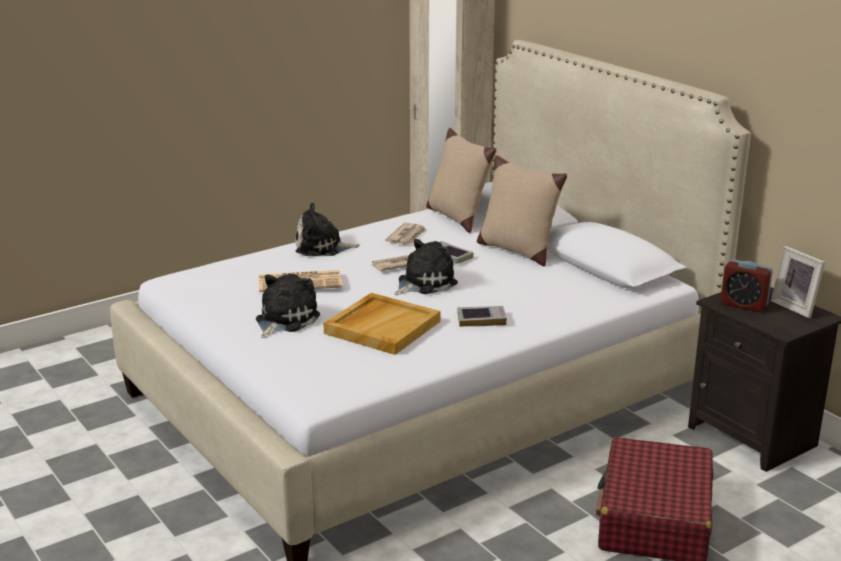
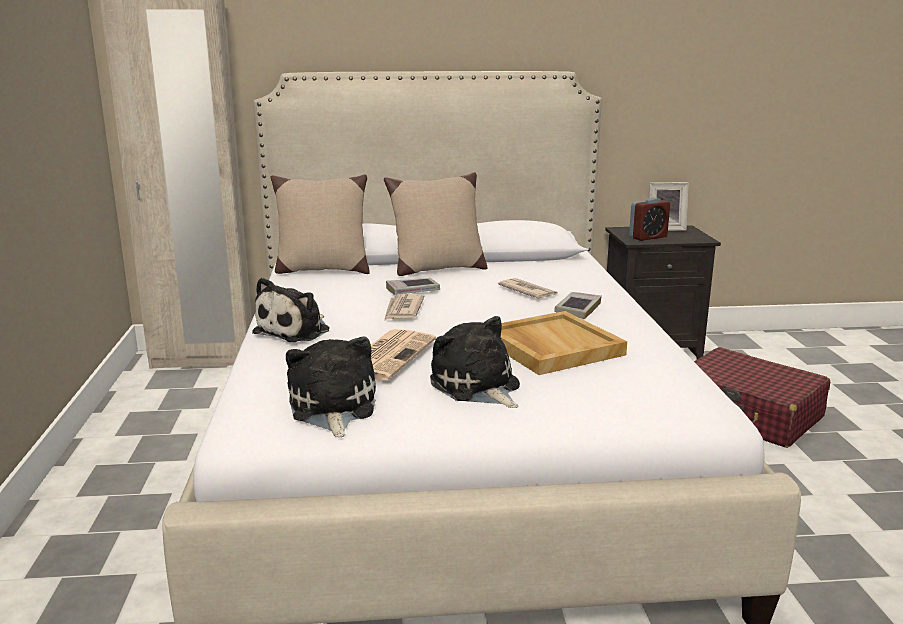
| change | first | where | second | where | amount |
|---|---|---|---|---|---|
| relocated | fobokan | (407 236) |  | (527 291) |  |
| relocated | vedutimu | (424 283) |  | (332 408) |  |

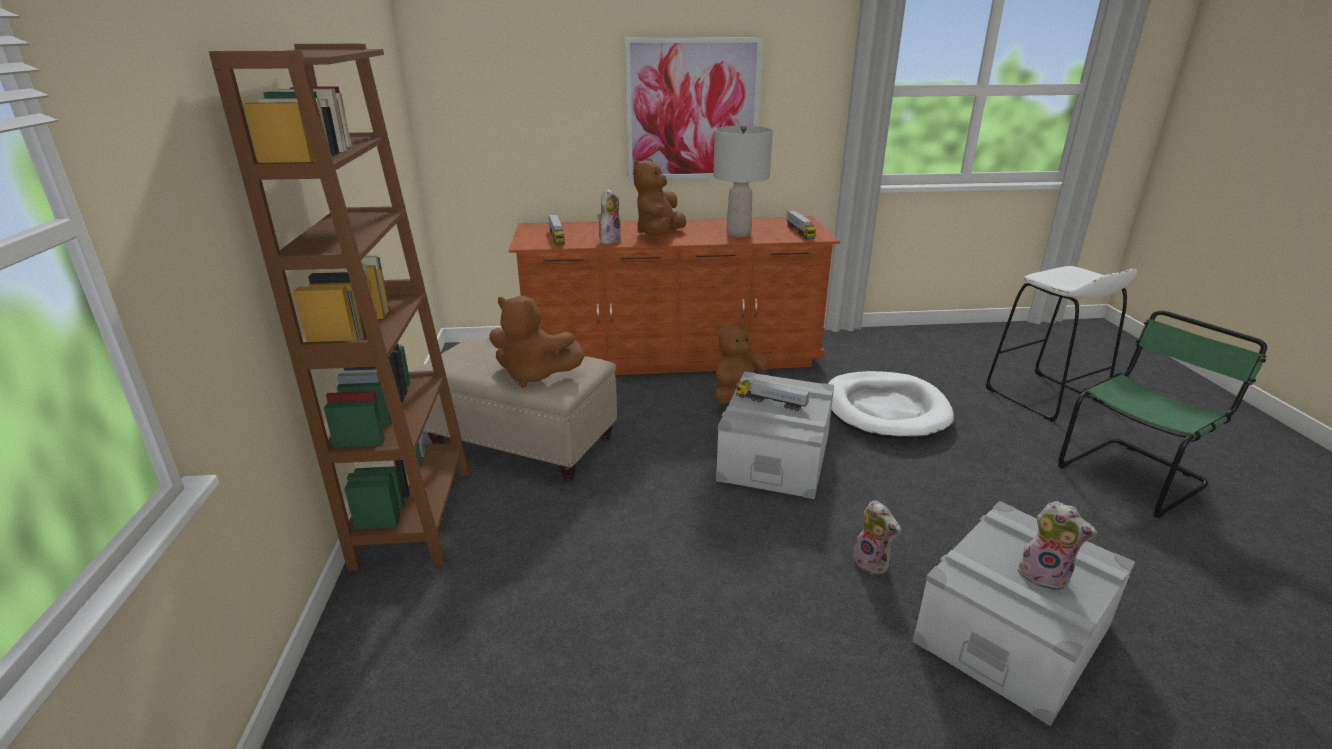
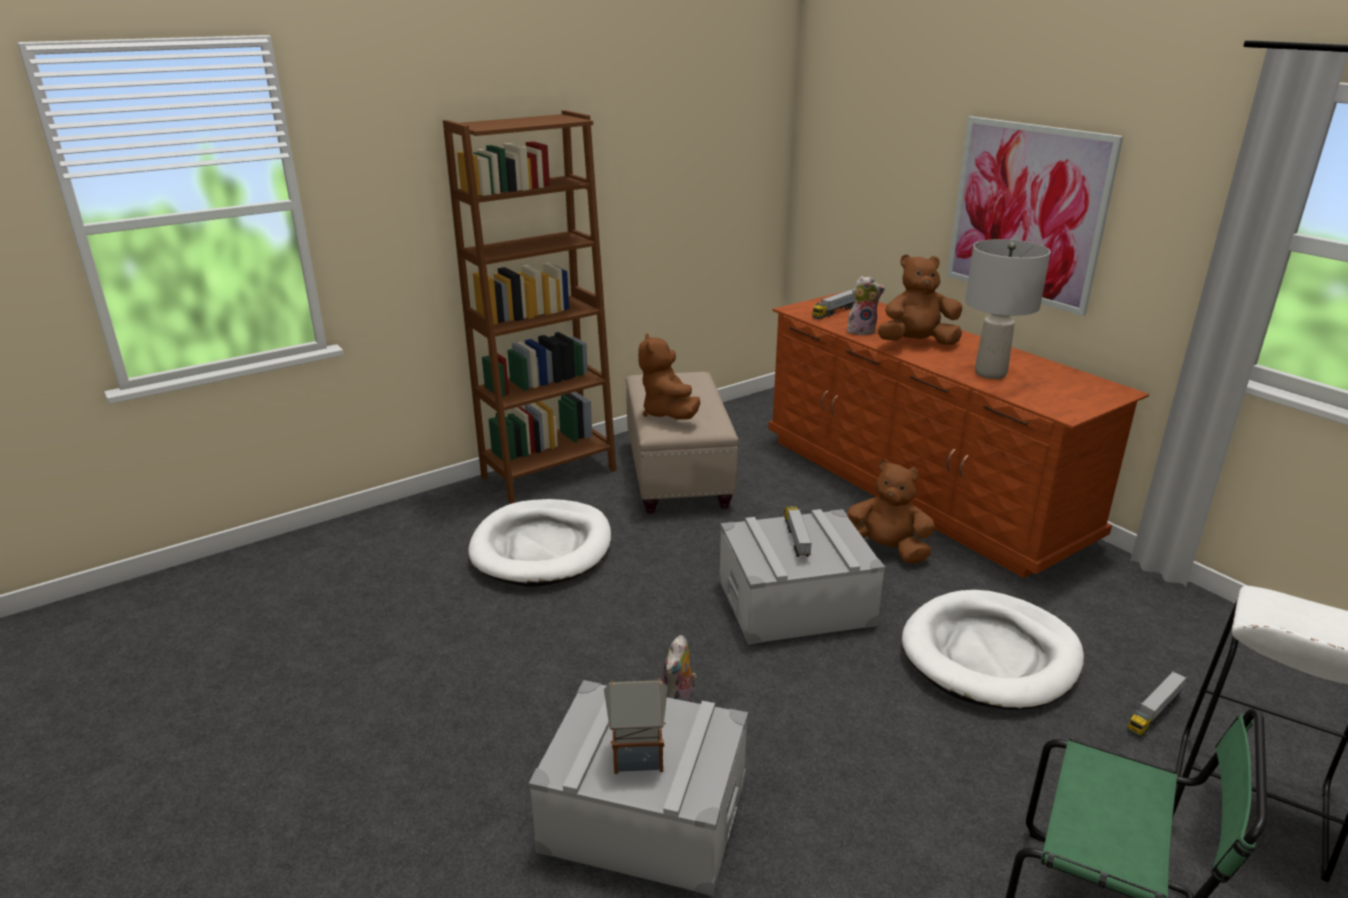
| change | first | where | second | where | amount |
|---|---|---|---|---|---|
| relocated | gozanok | (799 232) |  | (1153 713) |  |
| exchanged | vedutimu | (1044 575) | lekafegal | (636 754) |  |
| appeared |  |  | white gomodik | (542 548) |  |

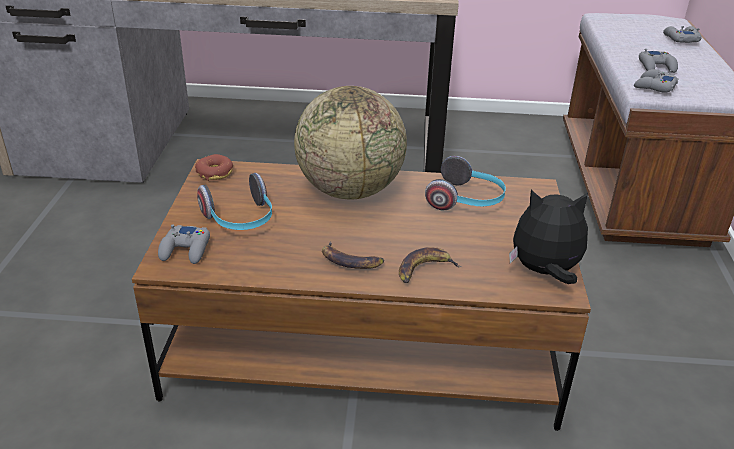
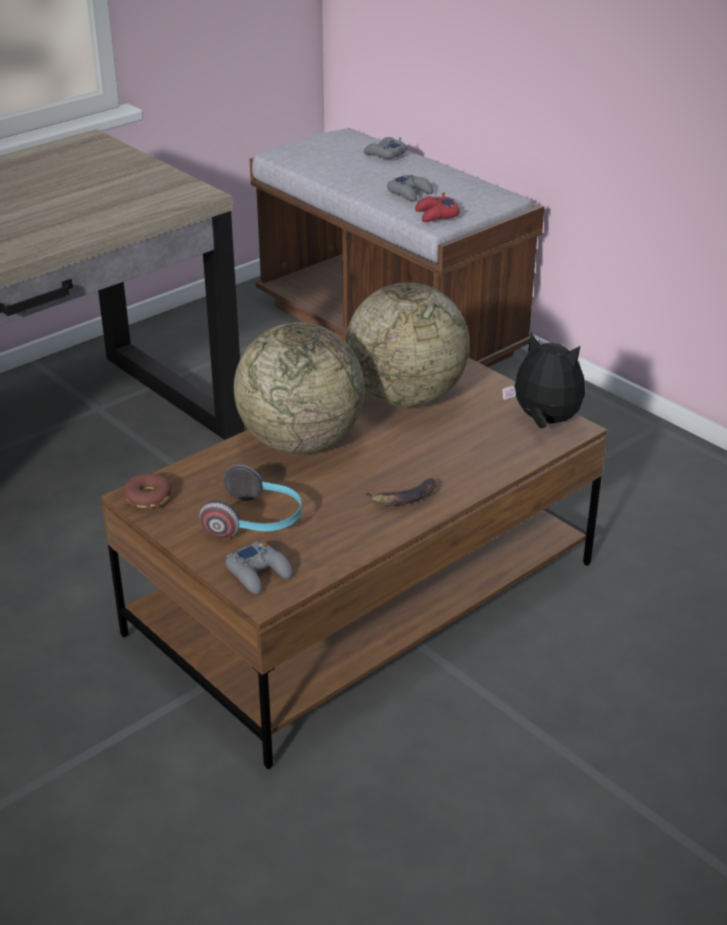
| change | first | where | second | where | amount |
|---|---|---|---|---|---|
| colour | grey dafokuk | (654 87) | red dafokuk | (436 215) |  |
| exchanged | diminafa | (466 200) | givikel | (406 397) |  |
| spun | vedutimu | (544 272) |  | (544 421) | 75 degrees clockwise |
| missing | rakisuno | (424 269) |  |  |  |

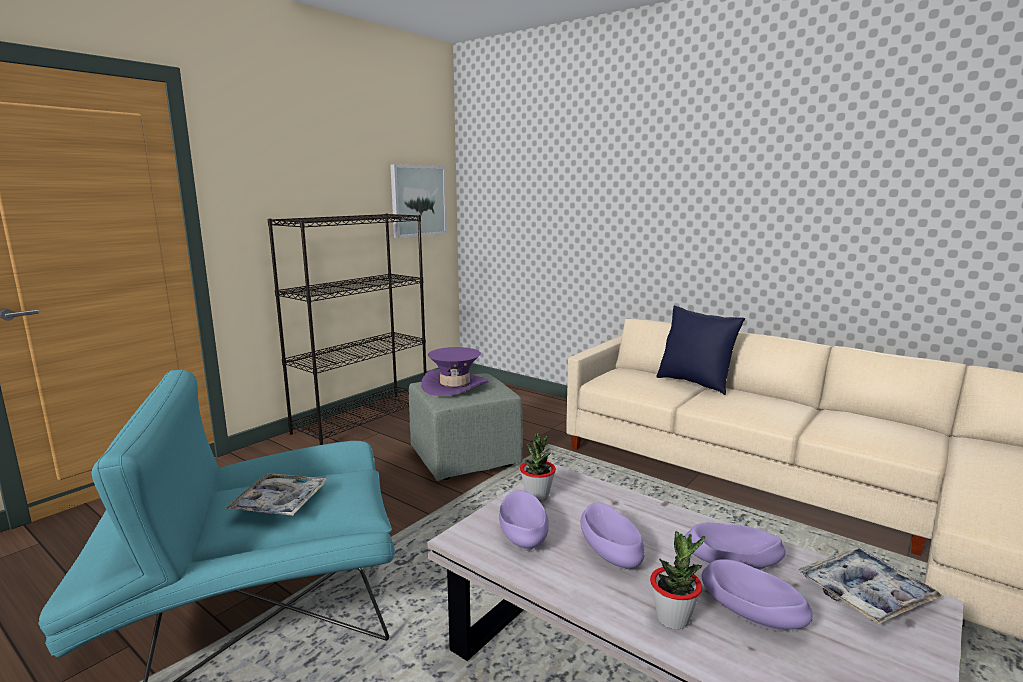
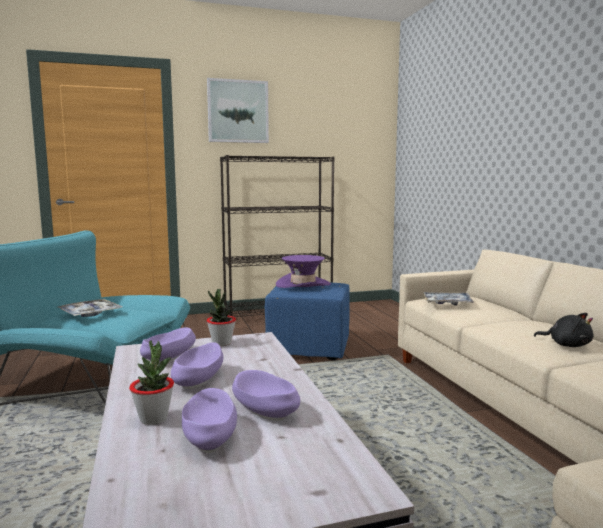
| change | first | where | second | where | amount |
|---|---|---|---|---|---|
| relocated | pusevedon | (418 201) |  | (238 111) |  |
| missing | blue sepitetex | (695 383) |  |  |  |
| colour | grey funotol | (466 458) | blue funotol | (310 348) |  |
| relocated | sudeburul | (865 594) |  | (447 303) |  |
| appeared |  |  | black vedutimu | (567 345) |  |

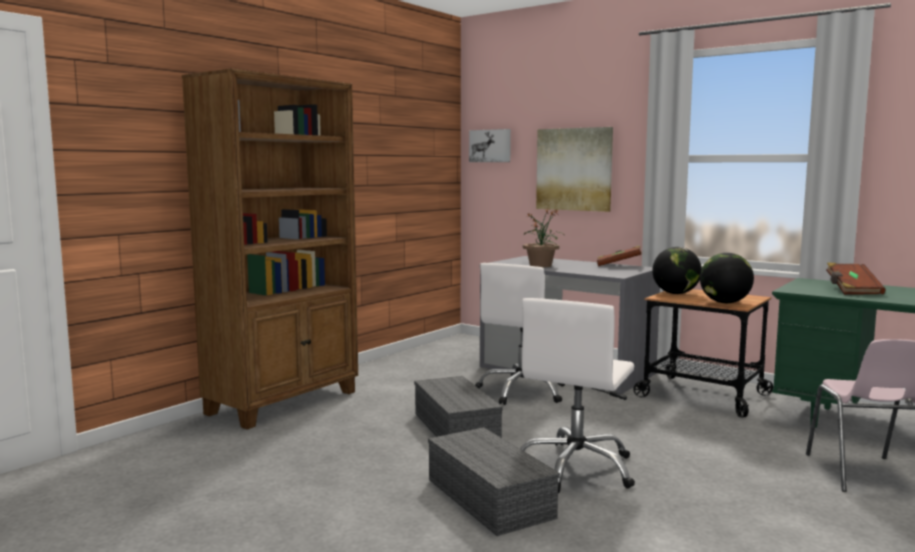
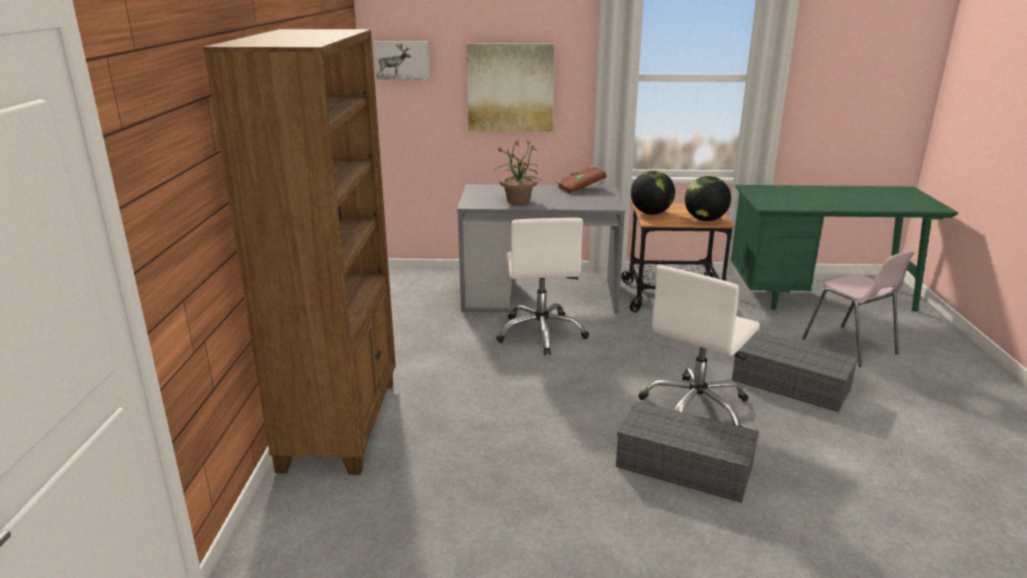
| change | first | where | second | where | amount |
|---|---|---|---|---|---|
| missing | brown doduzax | (852 290) |  |  |  |
| spun | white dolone | (576 468) |  | (696 408) | 45 degrees clockwise |
| relocated | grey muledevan | (457 428) |  | (792 384) |  |

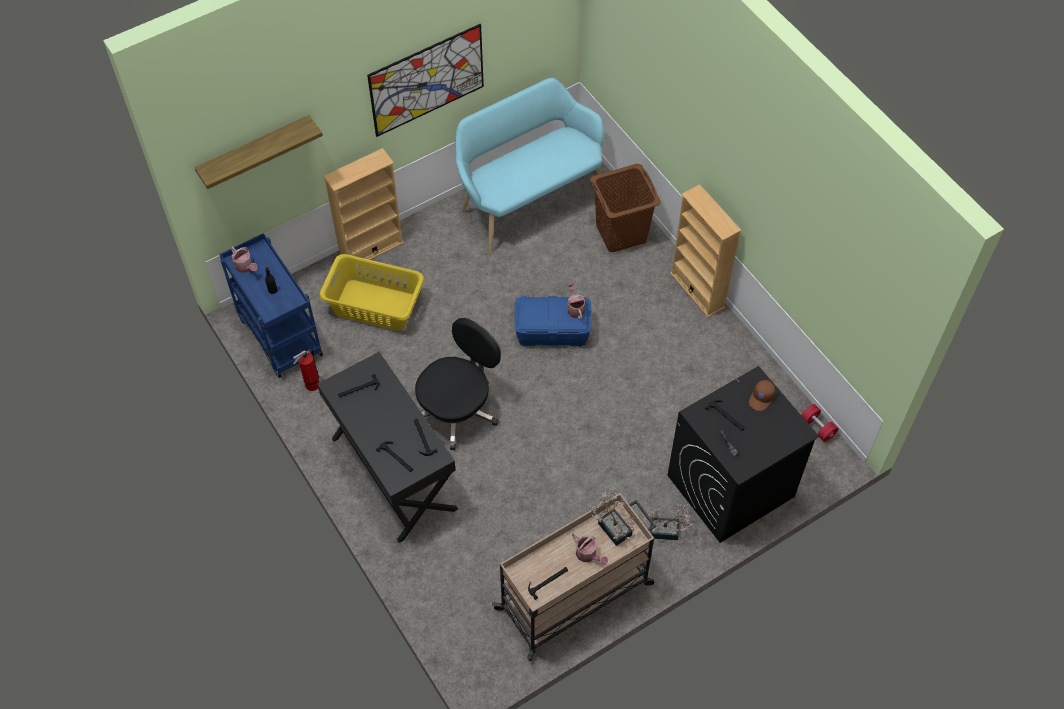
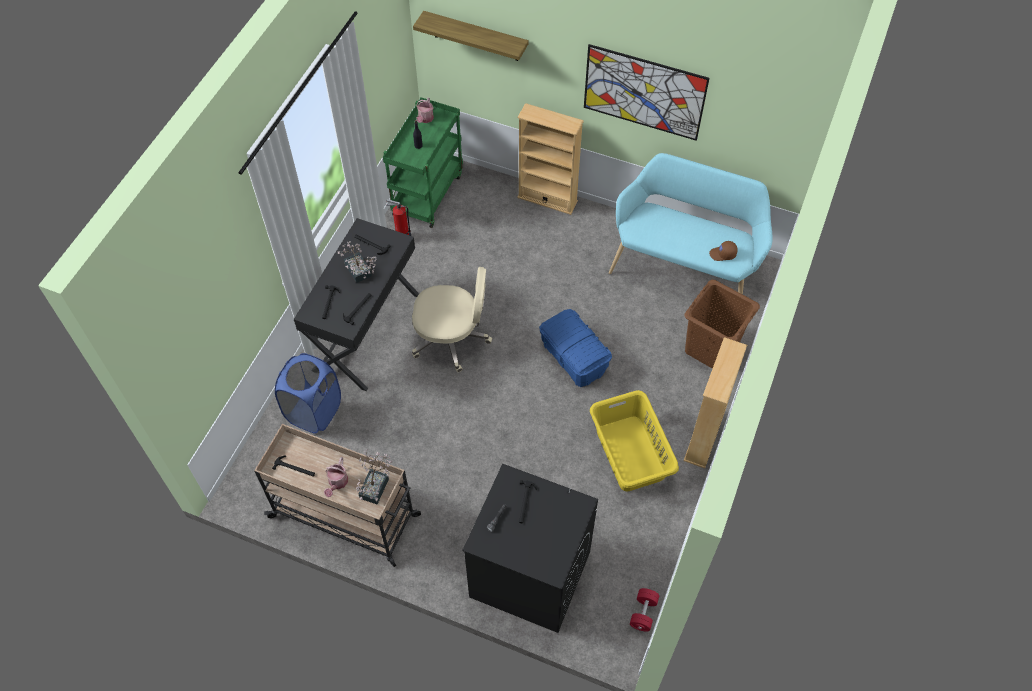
| change | first | where | second | where | amount |
|---|---|---|---|---|---|
| colour | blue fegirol | (279 336) | green fegirol | (427 193) |  |
| relocated | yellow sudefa | (375 306) |  | (630 454) |  |
| missing | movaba | (575 308) |  |  |  |
| colour | black dolone | (458 410) | beige dolone | (452 338) |  |
| relocated | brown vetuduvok | (761 398) |  | (723 254) |  |
| relocated | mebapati | (668 531) |  | (359 273) |  |
| appeared |  |  | blue sudefa | (314 411) |  |

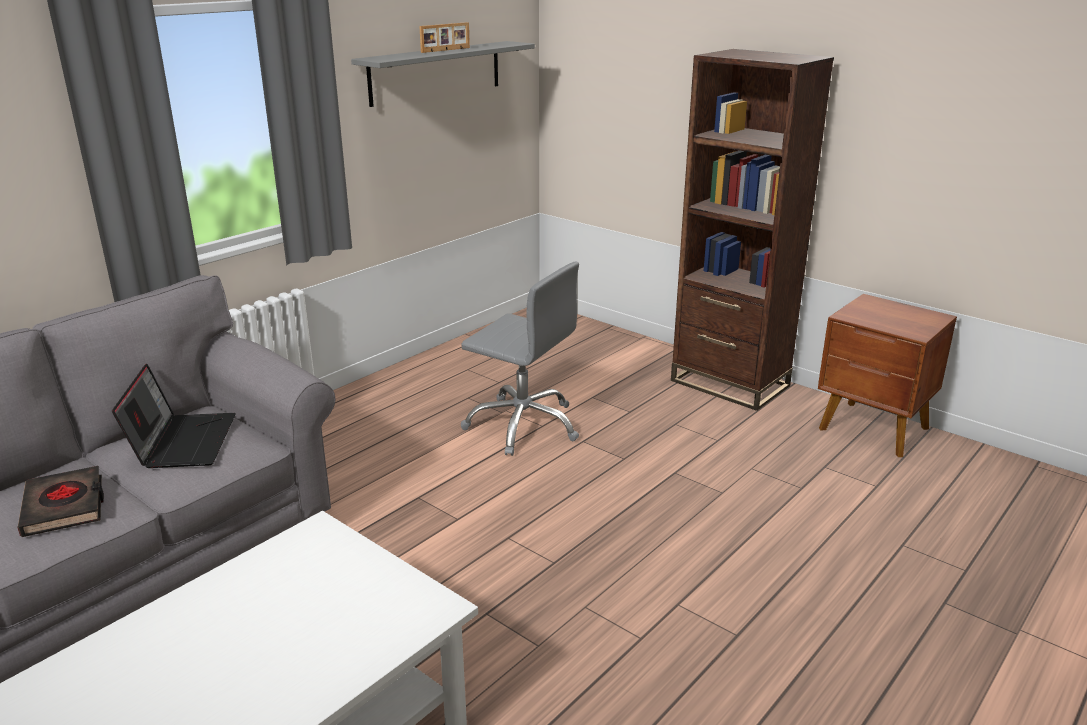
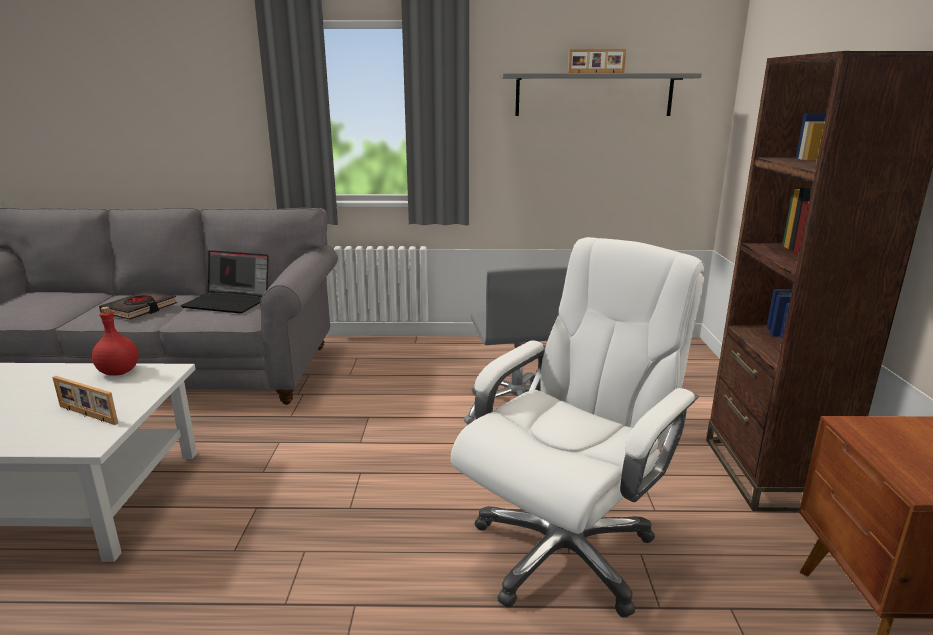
| change | first | where | second | where | amount |
|---|---|---|---|---|---|
| spun | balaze | (183 441) |  | (229 302) | 60 degrees clockwise |
| appeared |  |  | white dolone | (564 549) |  |
| appeared |  |  | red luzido | (118 372) |  |
| appeared |  |  | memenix | (87 415) |  |

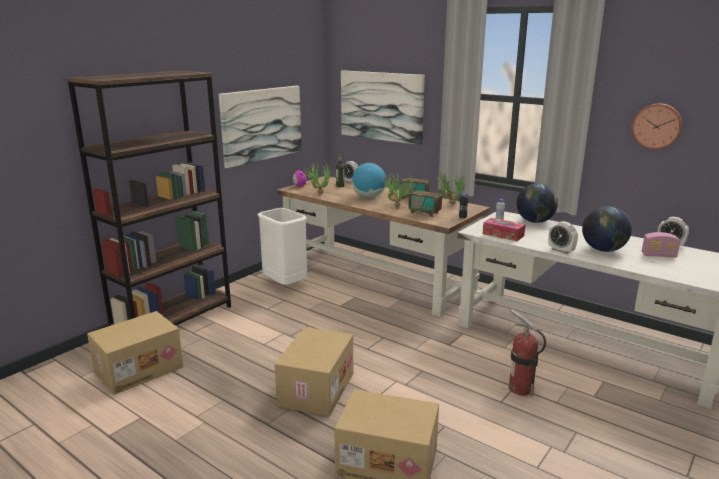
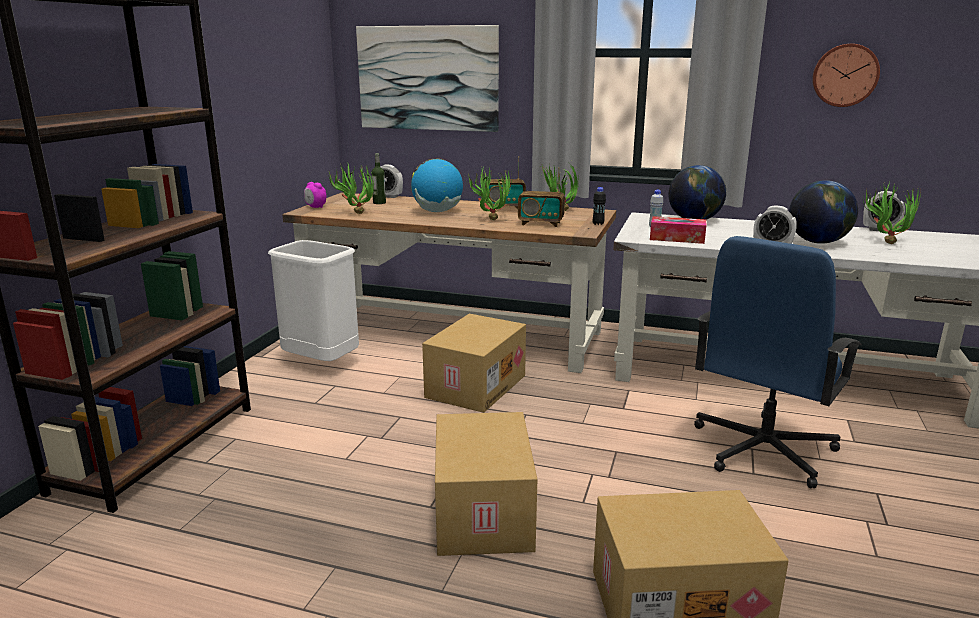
| change | first | where | second | where | amount |
|---|---|---|---|---|---|
| missing | pusevedon | (262 124) |  |  |  |
| exchanged | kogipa | (658 255) | mebapati | (885 241) |  |
| exchanged | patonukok | (520 388) | blue dolone | (762 450) |  |
| relocated | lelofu | (139 369) |  | (475 385) |  |

